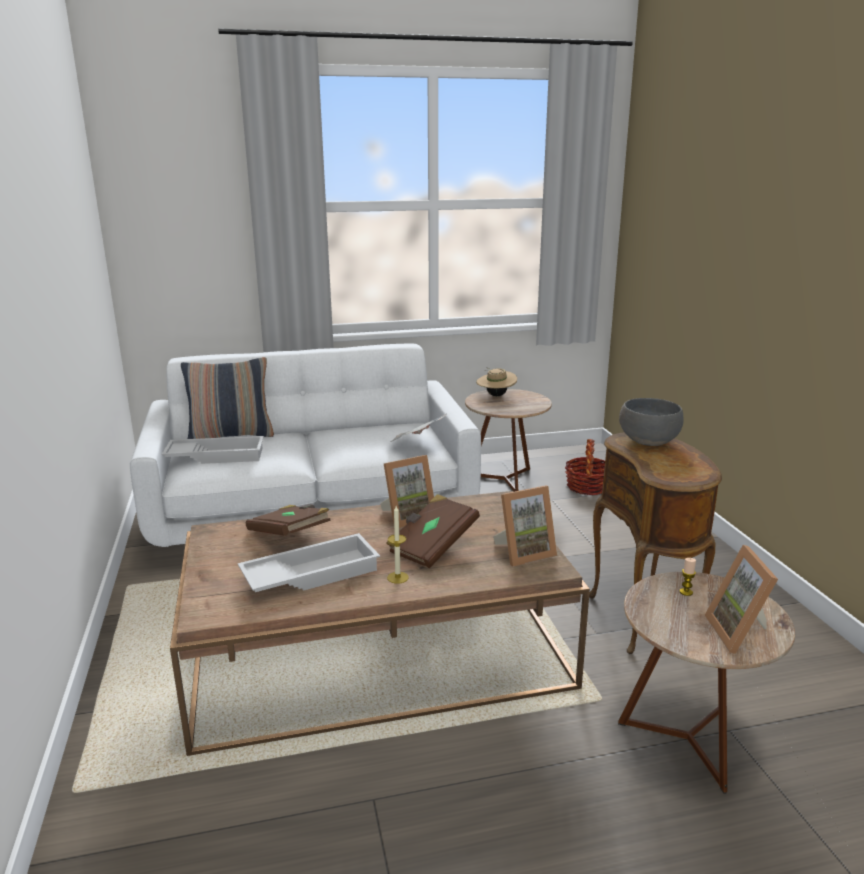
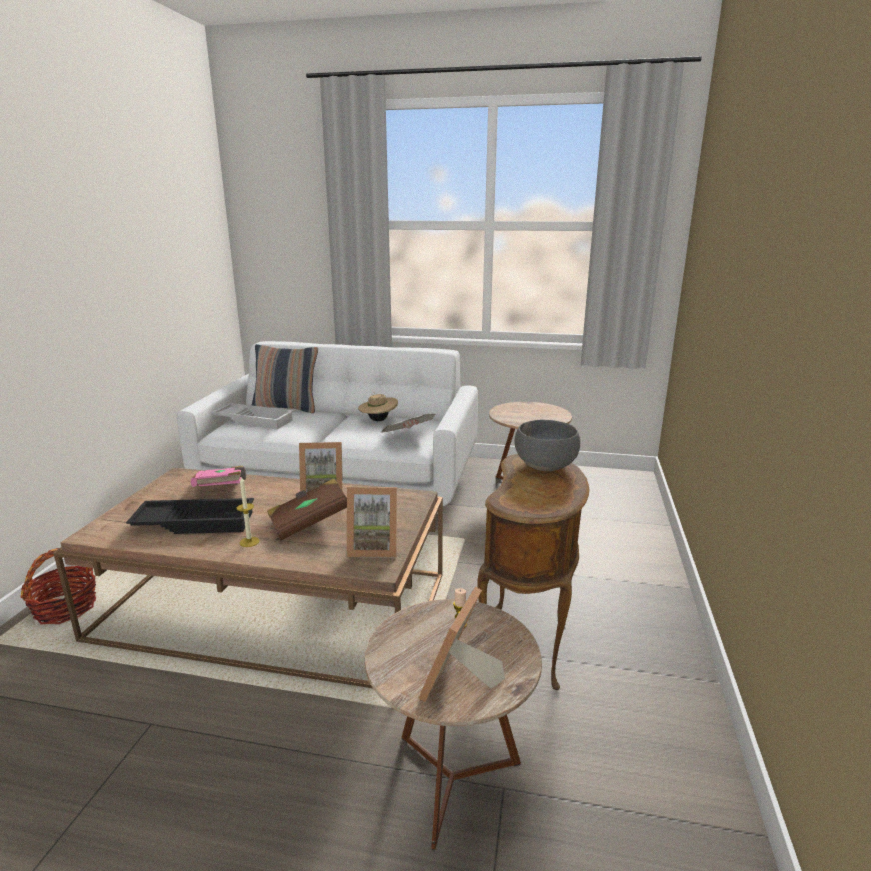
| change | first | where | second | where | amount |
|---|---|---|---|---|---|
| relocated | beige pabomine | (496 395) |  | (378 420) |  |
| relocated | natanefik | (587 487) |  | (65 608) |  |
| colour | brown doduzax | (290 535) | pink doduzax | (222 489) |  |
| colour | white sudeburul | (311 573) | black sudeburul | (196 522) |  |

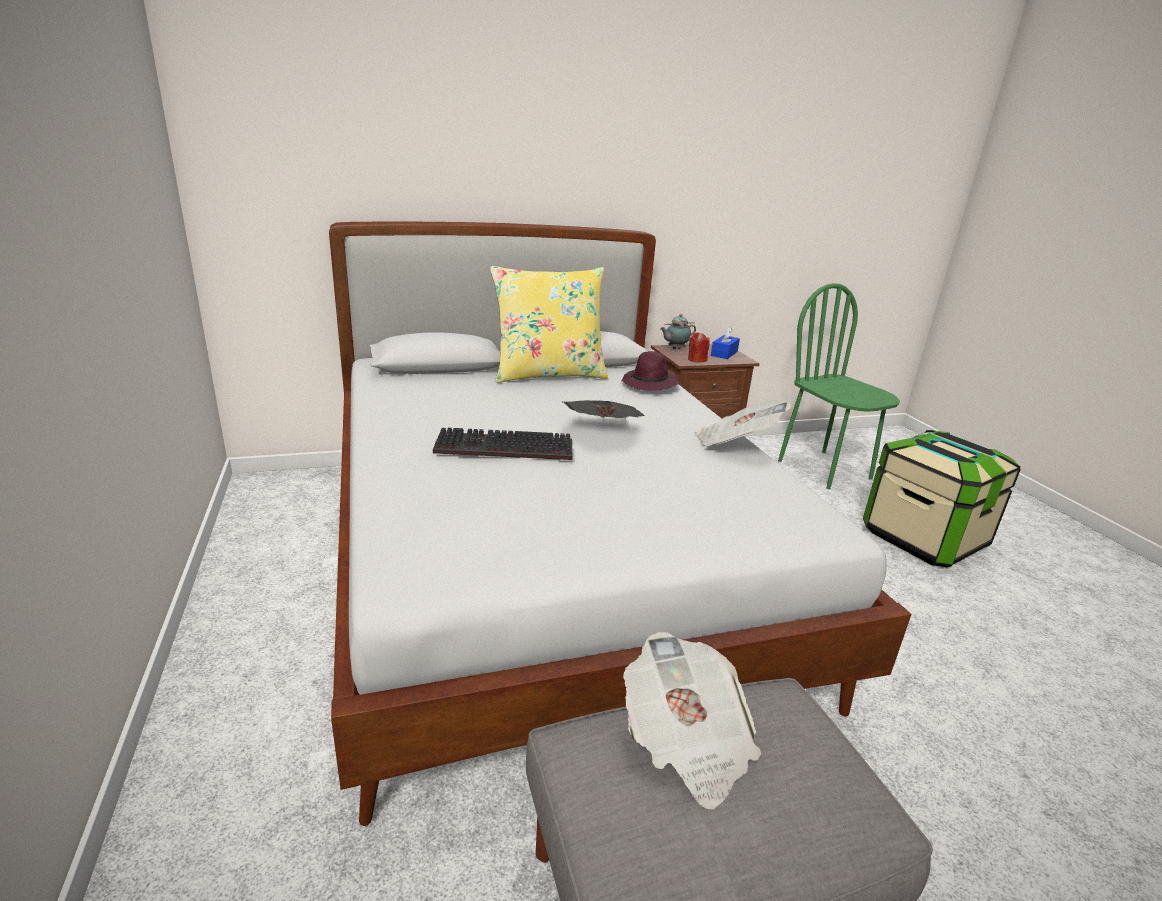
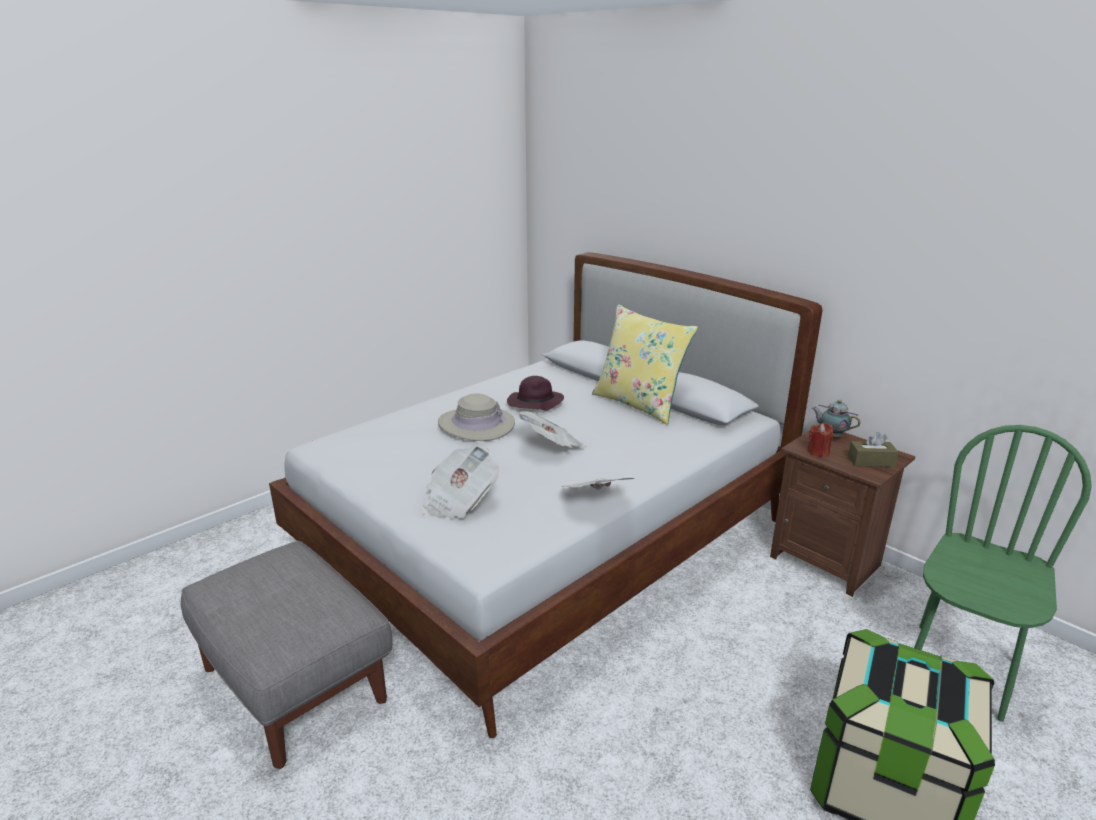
| change | first | where | second | where | amount |
|---|---|---|---|---|---|
| colour | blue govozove | (724 353) | brown govozove | (871 461) |  |
| relocated | purple pabomine | (650 384) |  | (534 403) |  |
| exchanged | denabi | (501 449) | beige pabomine | (476 424) |  |
| relocated | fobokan | (686 743) |  | (459 501) |  |

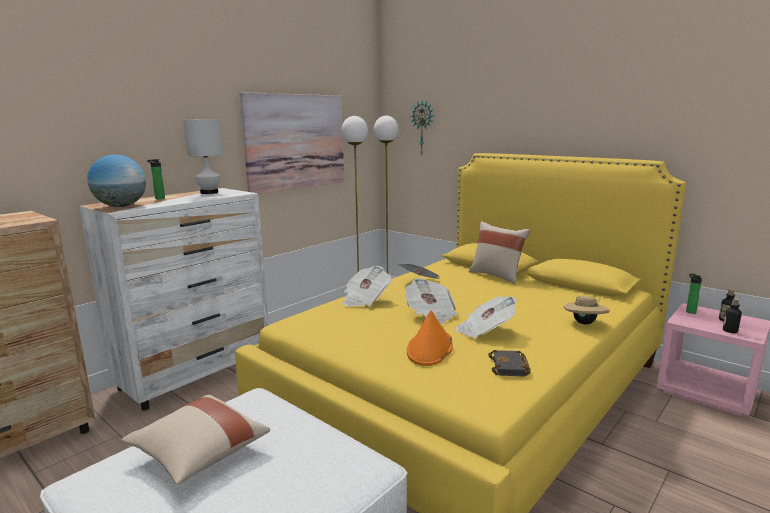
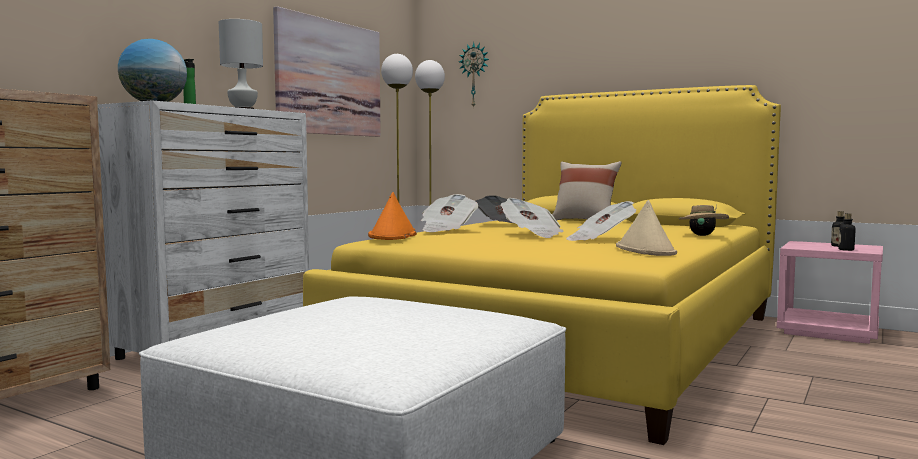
| change | first | where | second | where | amount |
|---|---|---|---|---|---|
| missing | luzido | (690 311) |  |  |  |
| relocated | orange pabomine | (430 349) |  | (393 235) |  |
| exchanged | black doduzax | (510 367) | beige pabomine | (645 250) |  |
| missing | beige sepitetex | (199 453) |  |  |  |

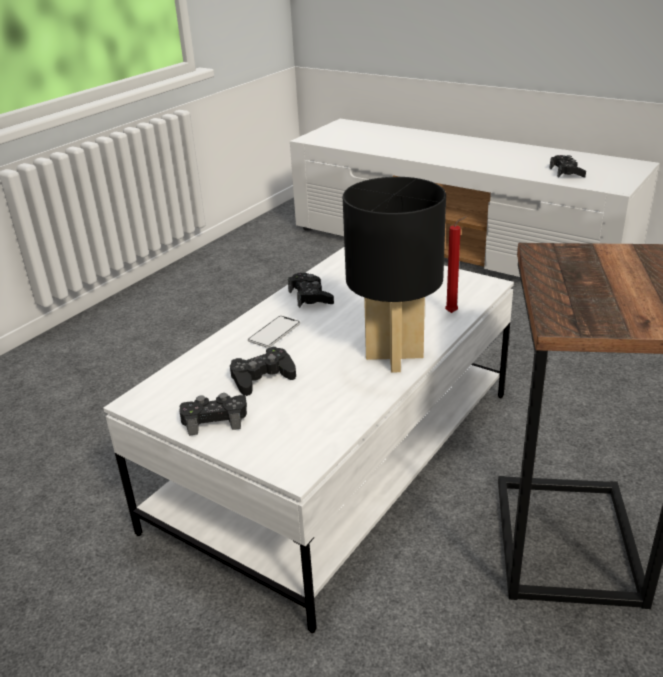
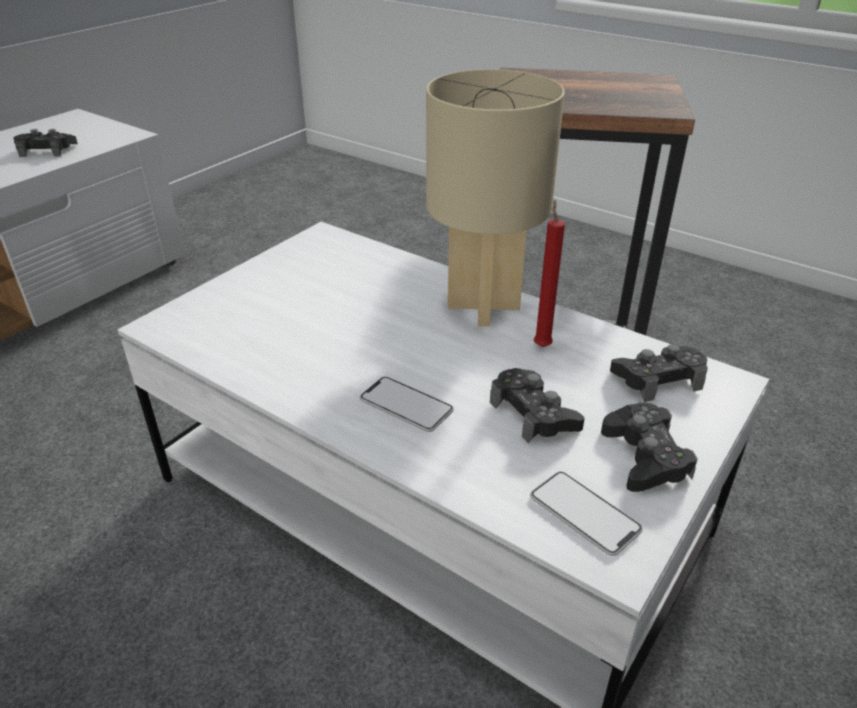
| change | first | where | second | where | amount |
|---|---|---|---|---|---|
| colour | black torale | (393 356) | beige torale | (482 306) |  |
| relocated | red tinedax | (453 312) |  | (542 345) |  |
| relocated | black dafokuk | (310 297) |  | (657 379) |  |
| appeared |  |  | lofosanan | (584 514) |  |

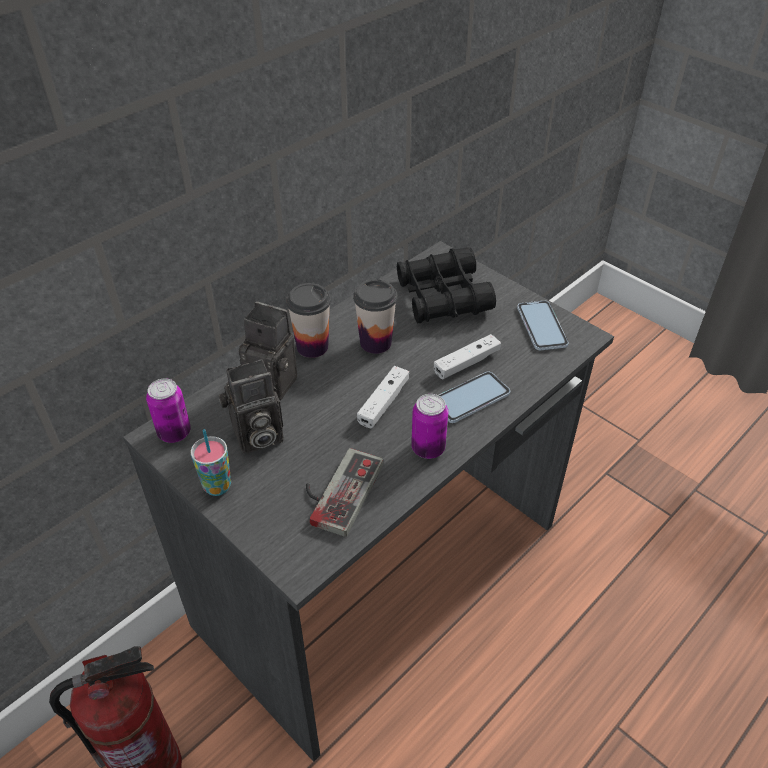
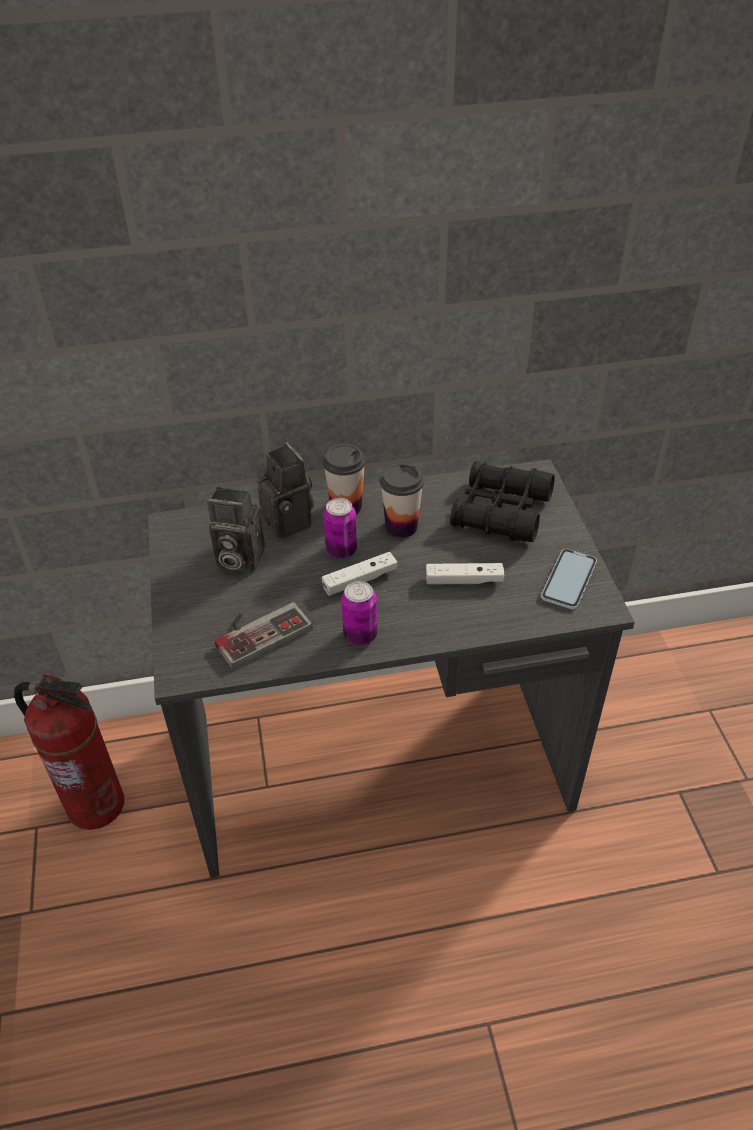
| change | first | where | second | where | amount |
|---|---|---|---|---|---|
| missing | lofosanan | (470 398) |  |  |  |
| relocated | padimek | (174 433) |  | (341 550) |  |
| missing | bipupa | (217 486) |  |  |  |

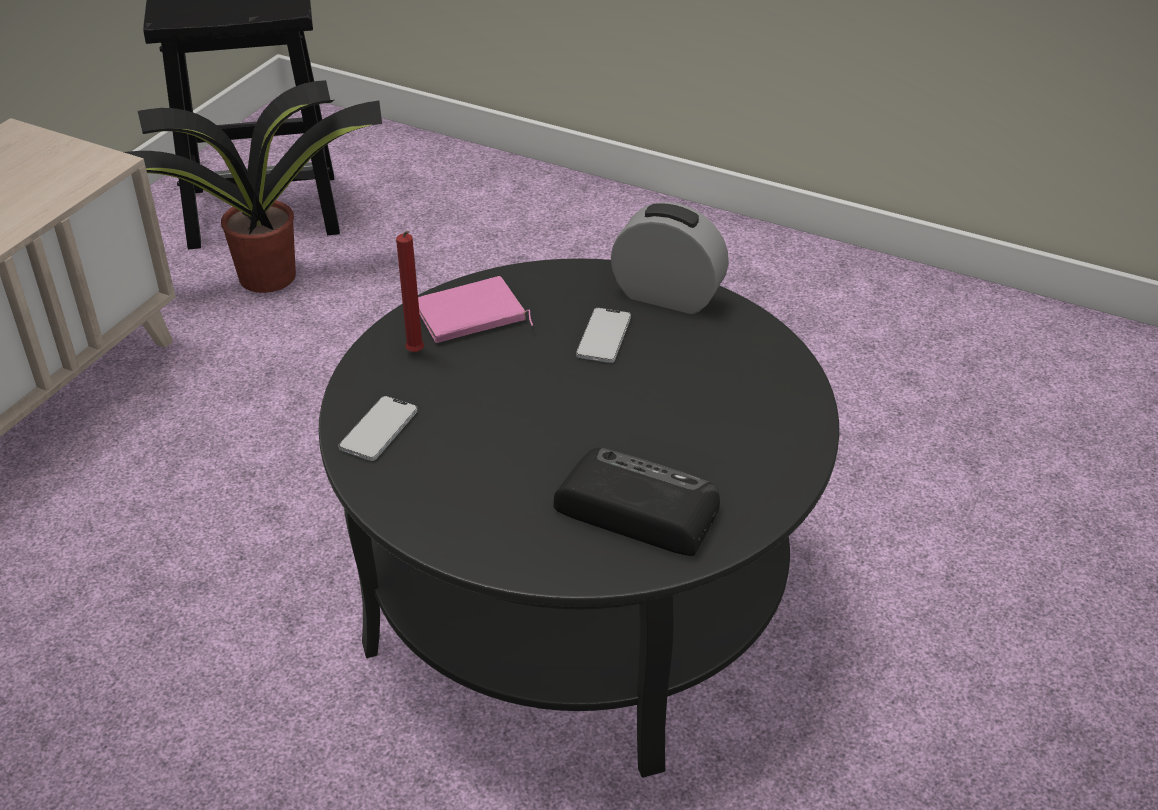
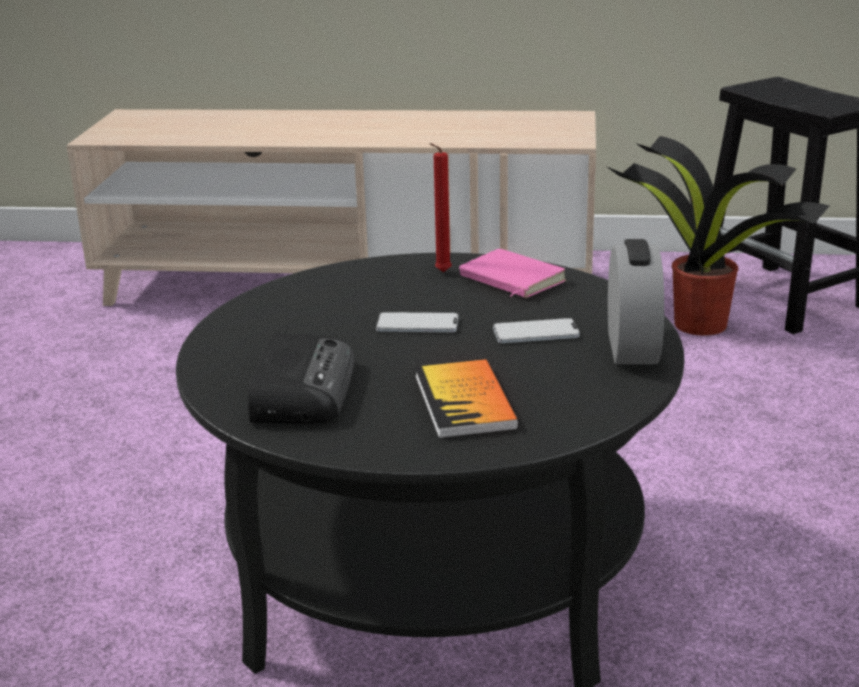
| change | first | where | second | where | amount |
|---|---|---|---|---|---|
| relocated | lofosanan | (379 430) |  | (417 324) |  |
| appeared |  |  | doduzax | (465 402) |  |

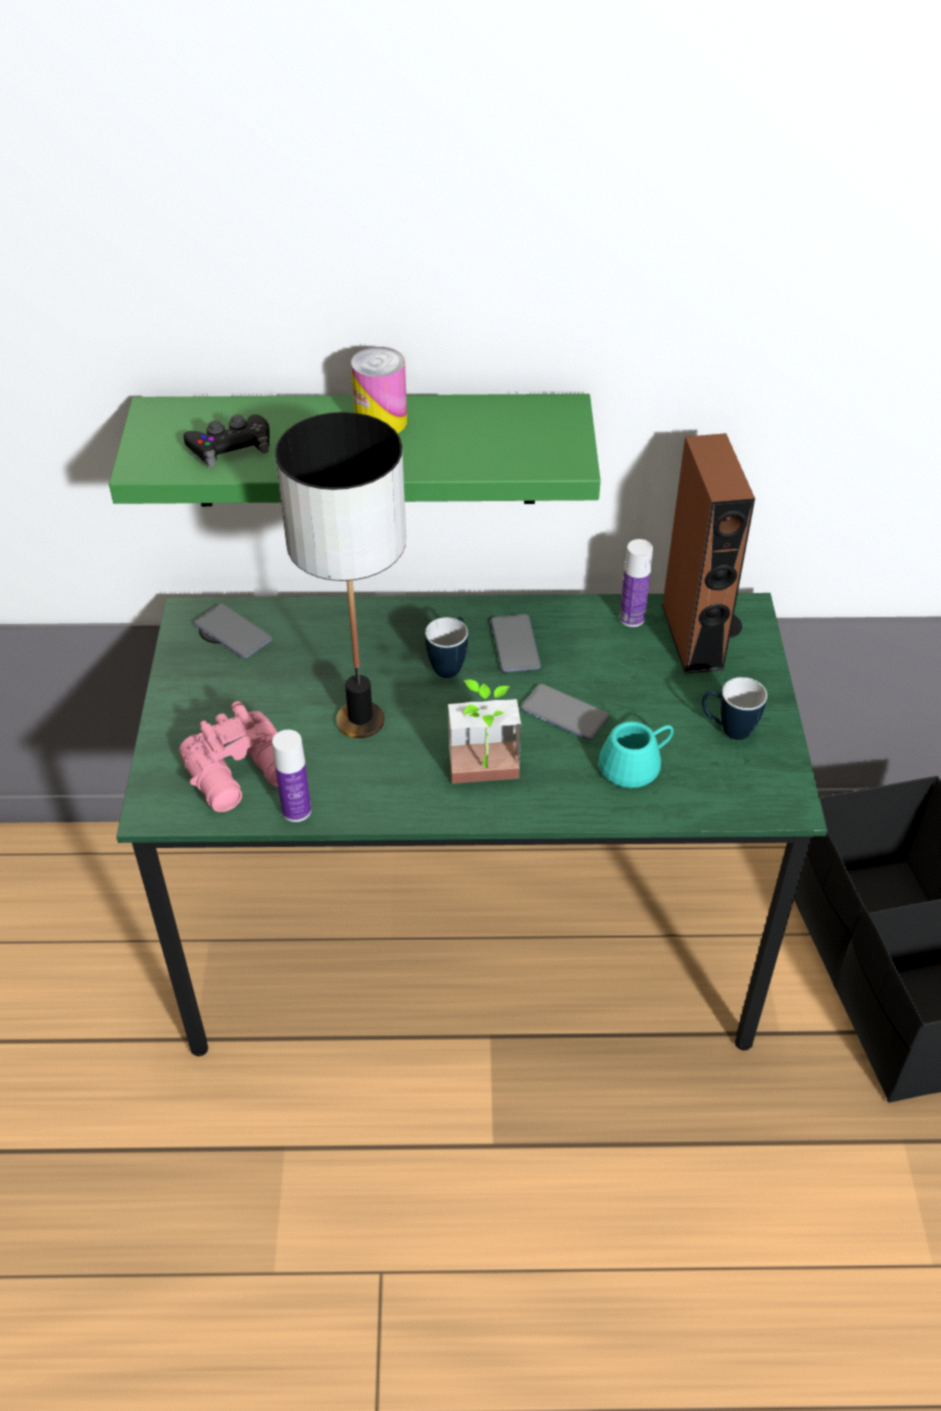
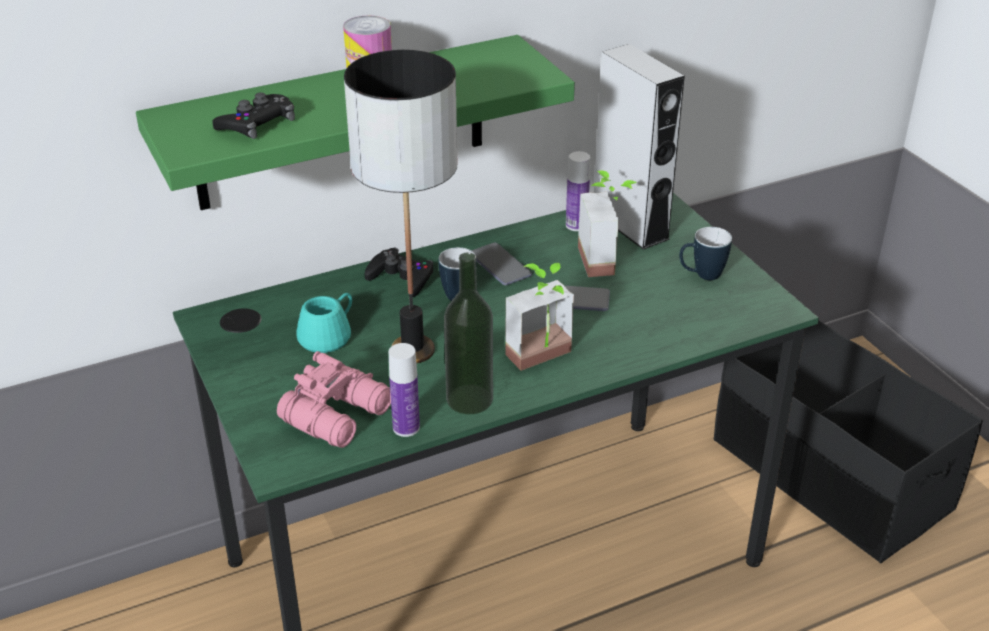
| change | first | where | second | where | amount |
|---|---|---|---|---|---|
| colour | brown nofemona | (692 636) | grey nofemona | (630 224) |  |
| missing | lofosanan | (233 632) |  |  |  |
| relocated | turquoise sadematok | (636 764) |  | (329 335) |  |
| appeared |  |  | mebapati | (607 260) |  |
| appeared |  |  | black dafokuk | (401 278) |  |
| appeared |  |  | luzido | (469 399) |  |

